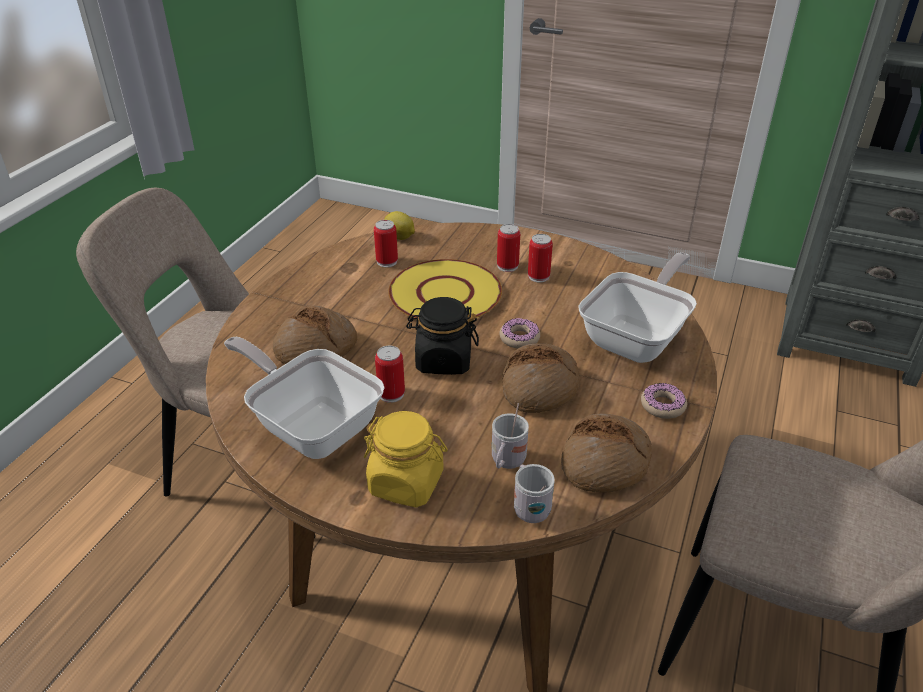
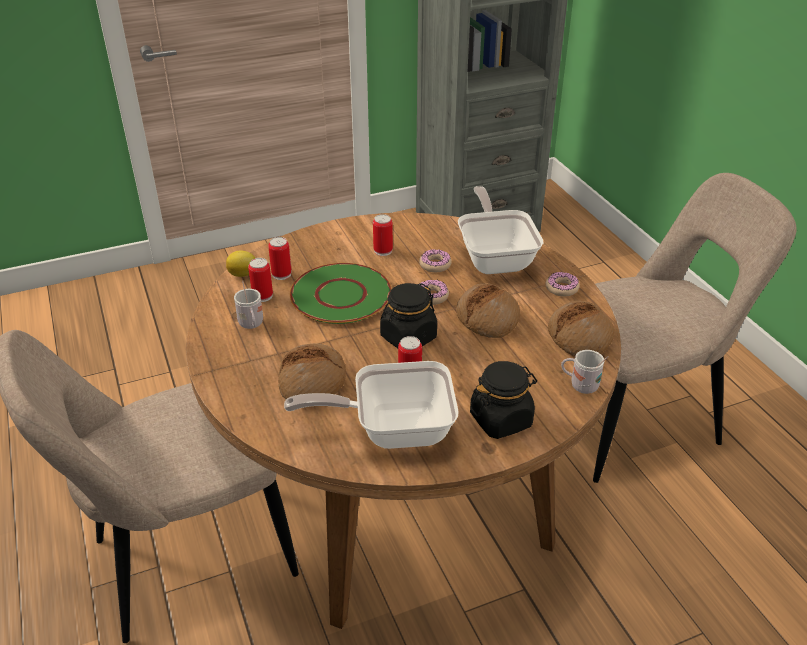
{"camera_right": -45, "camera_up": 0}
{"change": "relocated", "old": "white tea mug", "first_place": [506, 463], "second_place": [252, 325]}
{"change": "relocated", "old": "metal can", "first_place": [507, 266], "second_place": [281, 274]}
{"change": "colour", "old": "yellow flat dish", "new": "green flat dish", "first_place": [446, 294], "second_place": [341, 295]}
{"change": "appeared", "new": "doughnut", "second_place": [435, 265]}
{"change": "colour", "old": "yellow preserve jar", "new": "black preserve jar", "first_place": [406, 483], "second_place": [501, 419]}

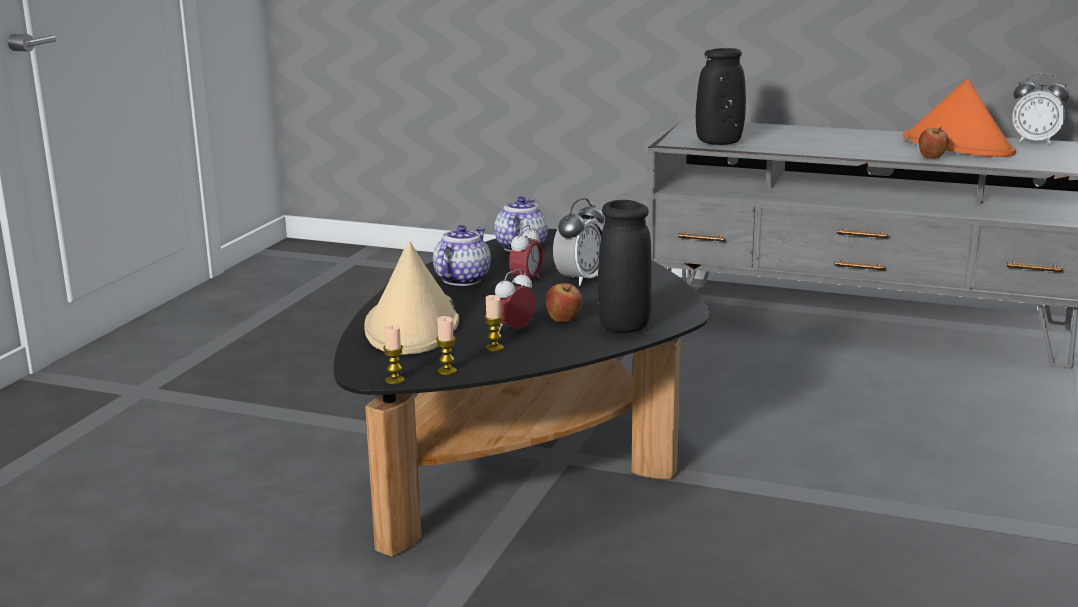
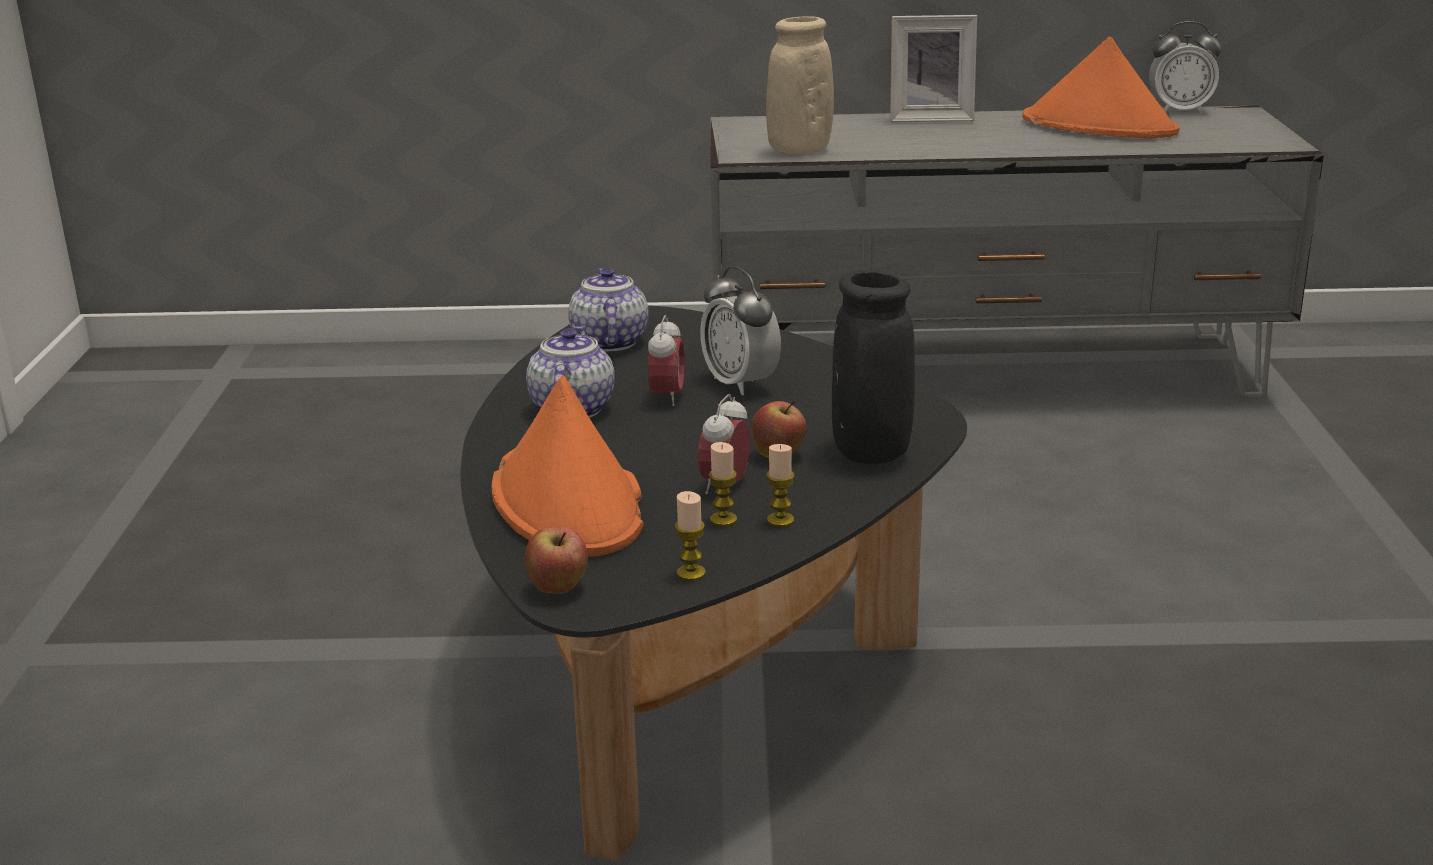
{"camera_right": -20, "camera_up": 5}
{"change": "colour", "old": "beige wearable hat", "new": "orange-coloured wearable hat", "first_place": [412, 326], "second_place": [568, 501]}
{"change": "relocated", "old": "apple", "first_place": [932, 157], "second_place": [558, 588]}
{"change": "spun", "old": "bedside clock", "first_place": [580, 279], "second_place": [740, 384], "degrees": 135}
{"change": "colour", "old": "black flower vase", "new": "beige flower vase", "first_place": [719, 142], "second_place": [799, 150]}
{"change": "relocated", "old": "wax light", "first_place": [394, 380], "second_place": [780, 520]}
{"change": "appeared", "new": "photo frame", "second_place": [930, 118]}

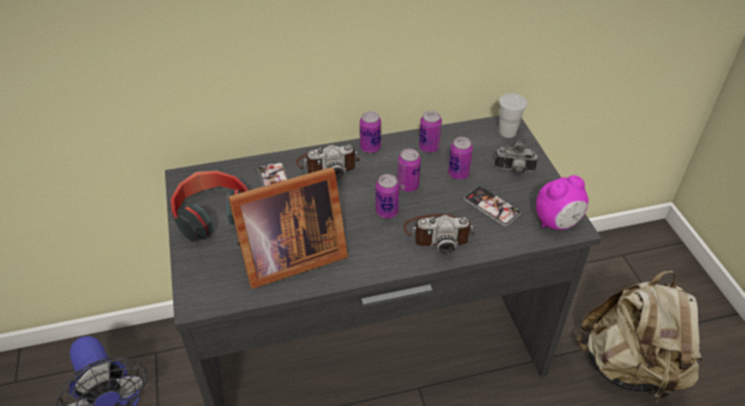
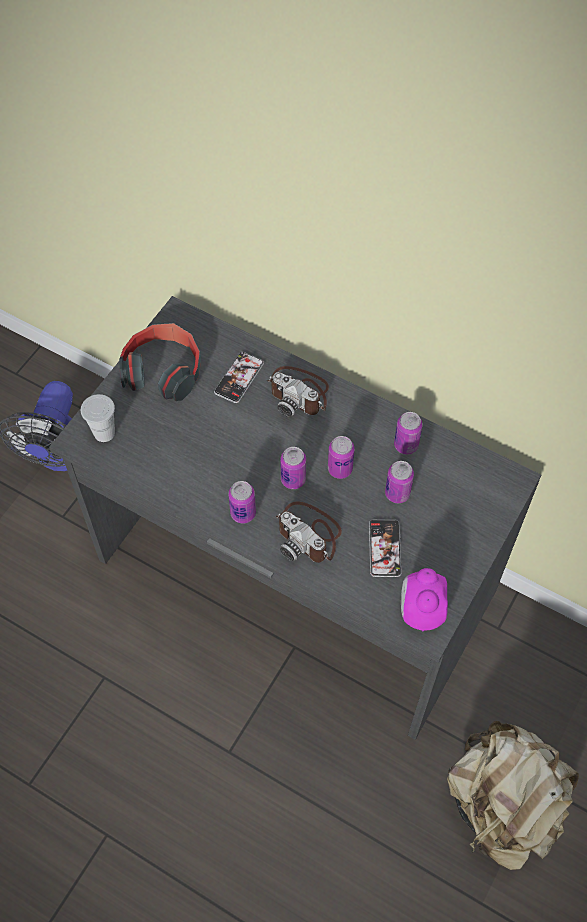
{"camera_right": 45, "camera_up": 15}
{"change": "relocated", "old": "white drinking cup", "first_place": [507, 132], "second_place": [104, 433]}
{"change": "relocated", "old": "metal can", "first_place": [370, 148], "second_place": [243, 513]}
{"change": "spun", "old": "bedside clock", "first_place": [557, 222], "second_place": [420, 611], "degrees": 75}
{"change": "missing", "old": "photo frame", "first_place": [288, 257]}
{"change": "missing", "old": "photo camera", "first_place": [514, 170]}

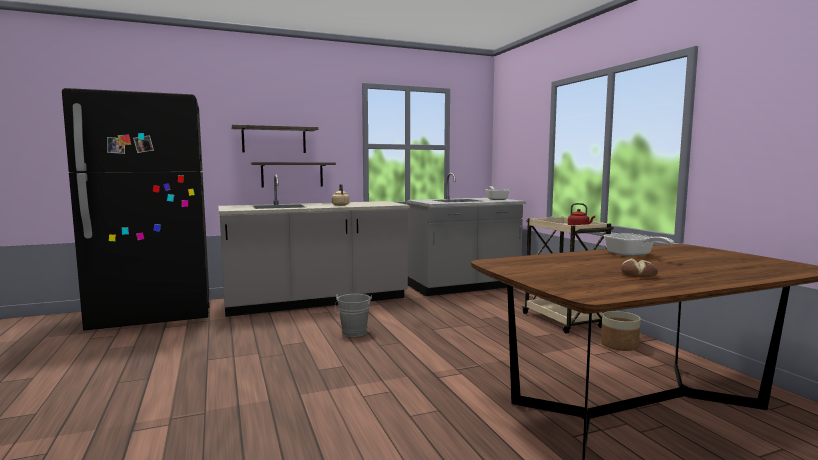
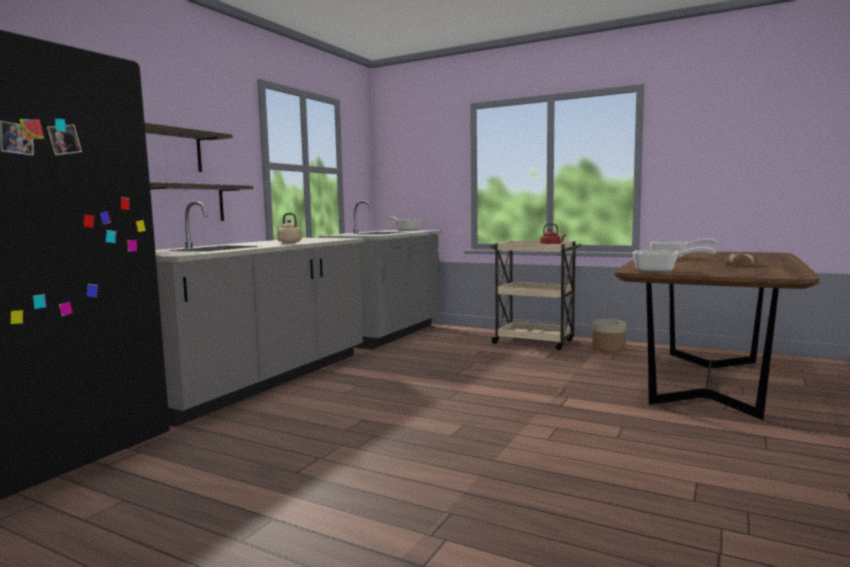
{"camera_right": -40, "camera_up": 0}
{"change": "appeared", "new": "skillet", "second_place": [661, 271]}
{"change": "missing", "old": "greyish water bucket", "first_place": [353, 333]}

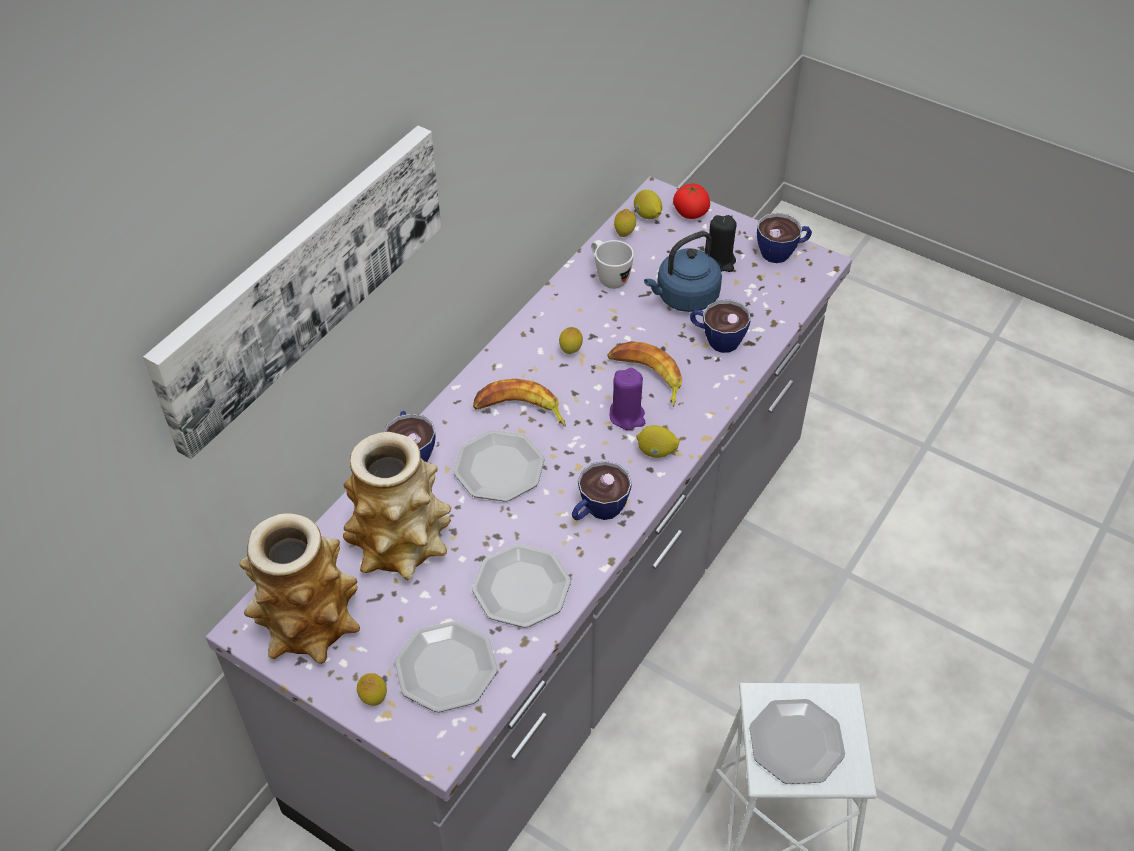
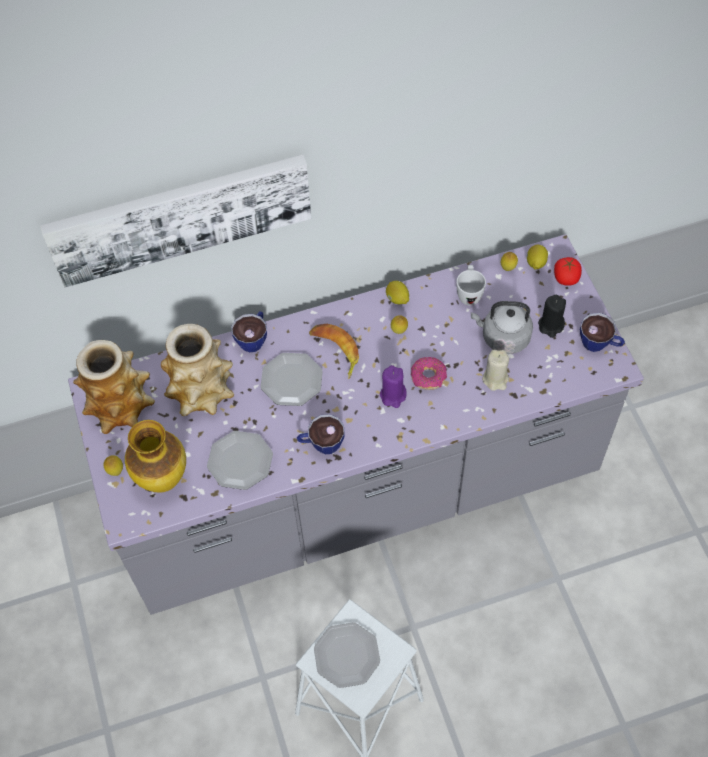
{"camera_right": 40, "camera_up": 10}
{"change": "exchanged", "old": "flat dish", "new": "flower vase", "first_place": [446, 667], "second_place": [164, 479]}
{"change": "relocated", "old": "whole lemon", "first_place": [656, 452], "second_place": [397, 299]}
{"change": "exchanged", "old": "whole banana", "new": "doughnut", "first_place": [646, 377], "second_place": [428, 377]}
{"change": "colour", "old": "blue water kettle", "new": "greyish water kettle", "first_place": [684, 298], "second_place": [503, 337]}
{"change": "exchanged", "old": "drinking cup", "new": "beige wax light", "first_place": [716, 339], "second_place": [495, 379]}

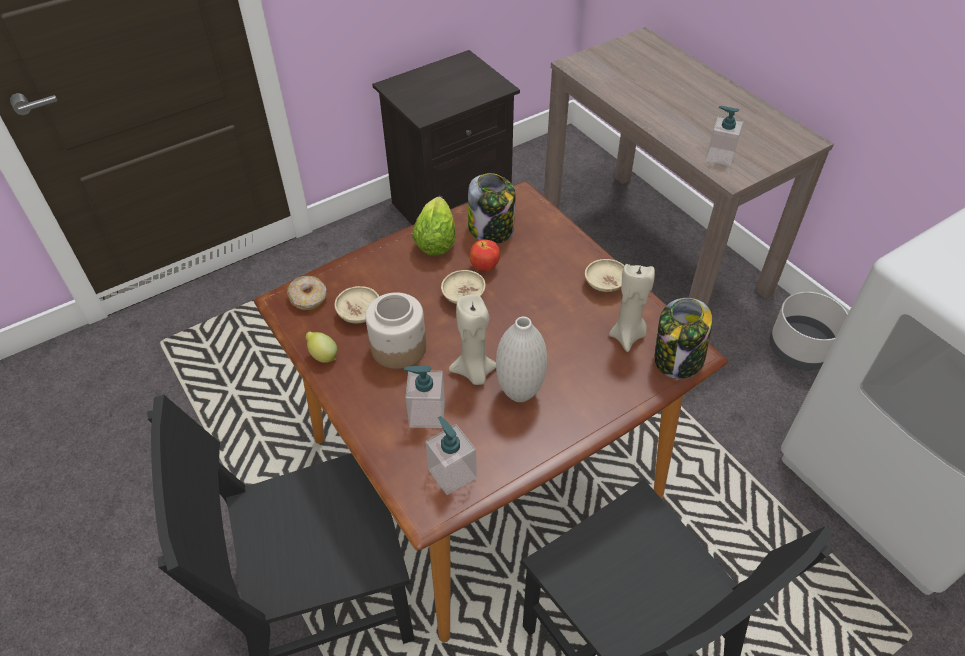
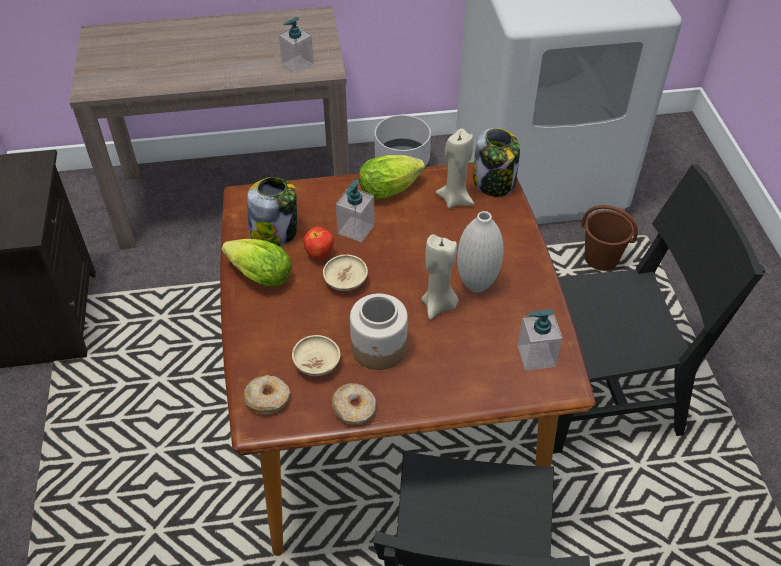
{"camera_right": -65, "camera_up": 0}
{"change": "exchanged", "old": "whole lemon", "new": "doughnut", "first_place": [323, 356], "second_place": [354, 409]}
{"change": "relocated", "old": "soap bottle", "first_place": [426, 414], "second_place": [356, 229]}
{"change": "exchanged", "old": "beige serving bowl", "new": "head of lettuce", "first_place": [605, 284], "second_place": [392, 189]}
{"change": "appeared", "new": "brown-coloured water bucket", "second_place": [601, 259]}

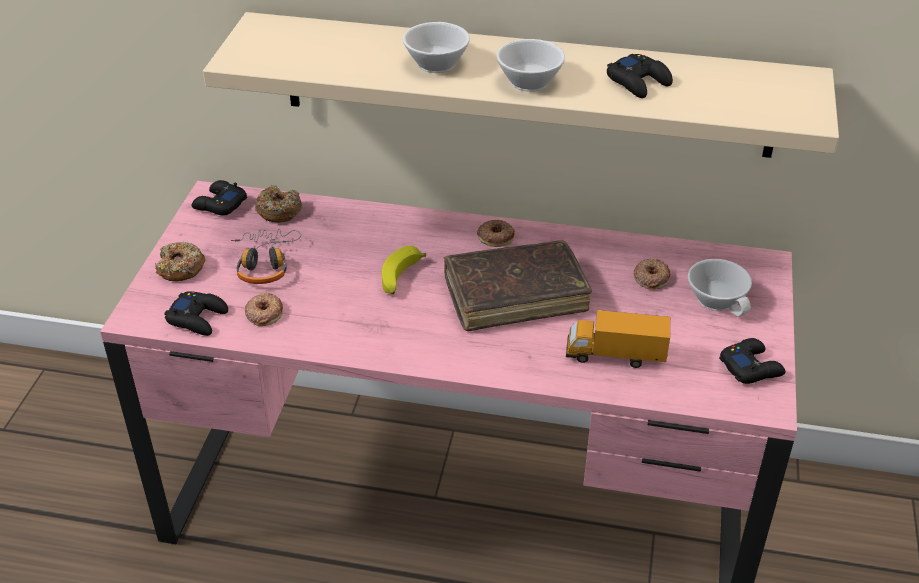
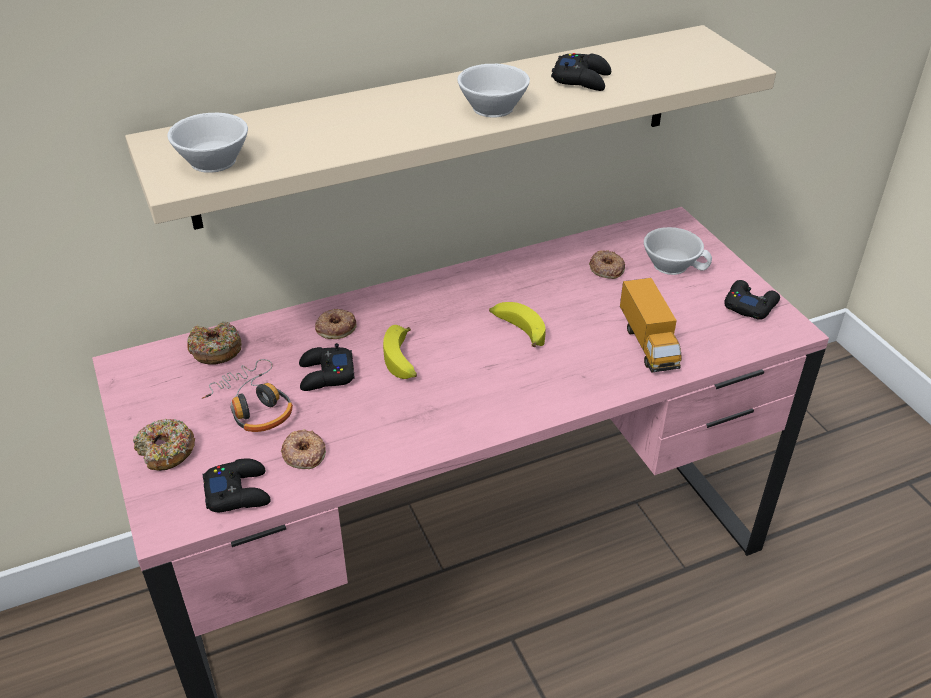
{"camera_right": -35, "camera_up": 0}
{"change": "relocated", "old": "white drinking cup", "first_place": [434, 62], "second_place": [209, 160]}
{"change": "relocated", "old": "black gamepad", "first_place": [219, 204], "second_place": [326, 375]}
{"change": "relocated", "old": "doughnut", "first_place": [495, 236], "second_place": [335, 327]}
{"change": "exchanged", "old": "brown-coloured volume", "new": "whole banana", "first_place": [515, 295], "second_place": [517, 330]}
{"change": "spun", "old": "toy truck", "first_place": [615, 356], "second_place": [648, 343], "degrees": -75}

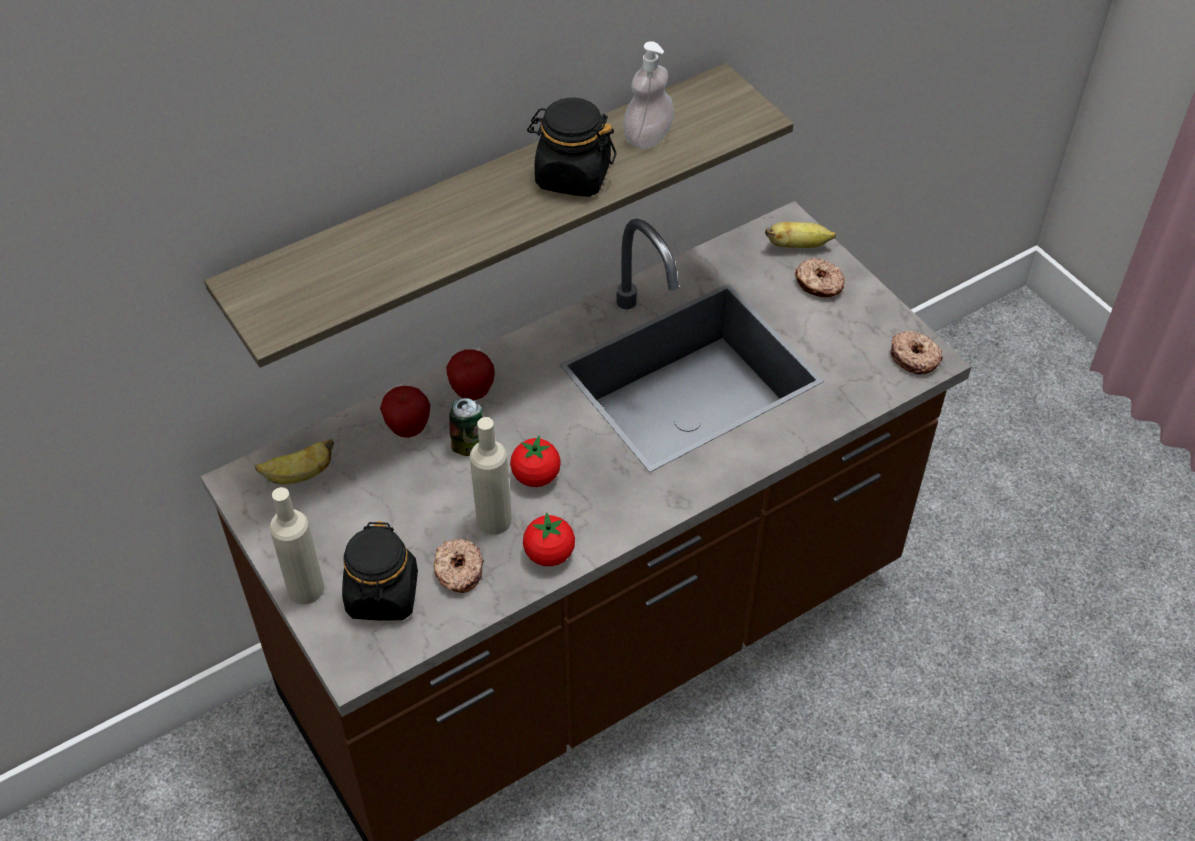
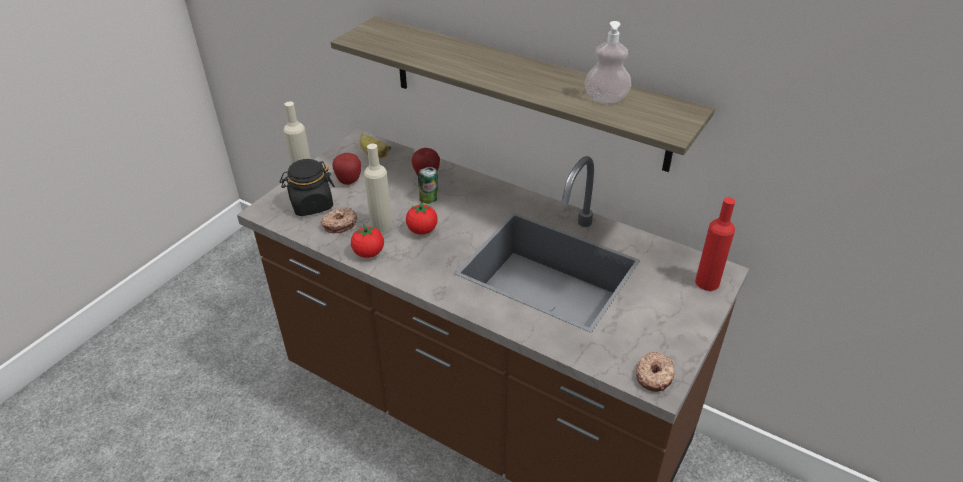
{"camera_right": 65, "camera_up": -10}
{"change": "relocated", "old": "apple", "first_place": [472, 392], "second_place": [349, 181]}
{"change": "exchanged", "old": "whole banana", "new": "reddish bottle", "first_place": [798, 246], "second_place": [707, 282]}
{"change": "missing", "old": "black preserve jar", "first_place": [572, 176]}
{"change": "missing", "old": "doughnut", "first_place": [818, 284]}

